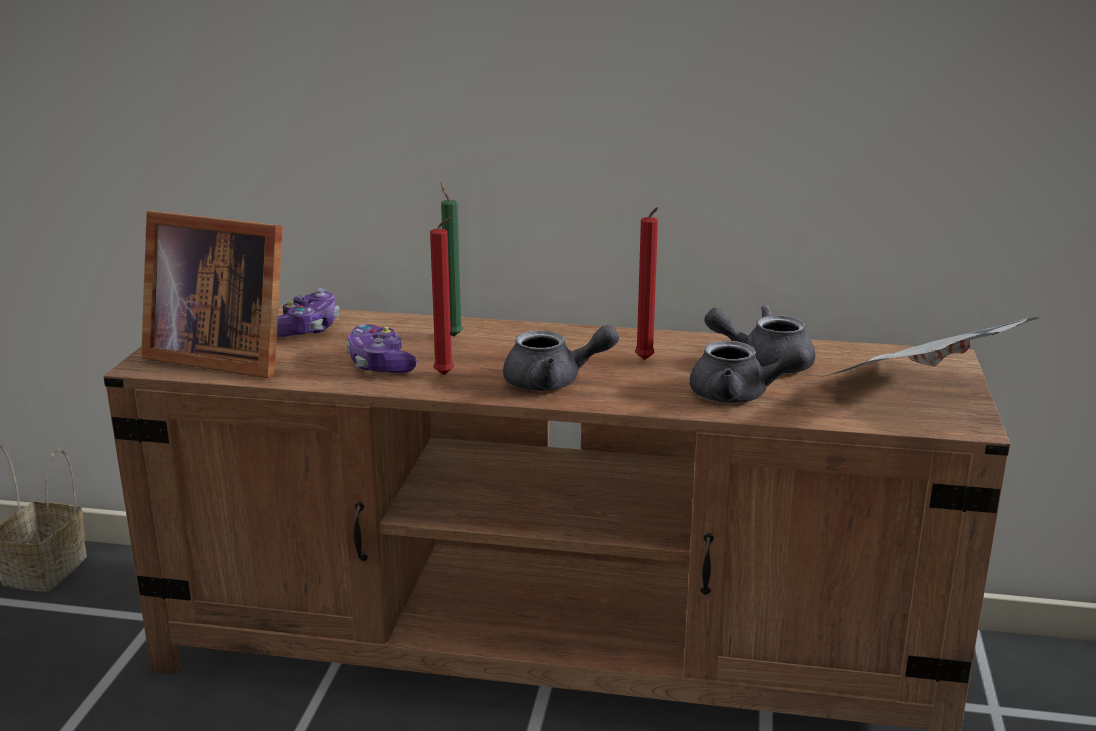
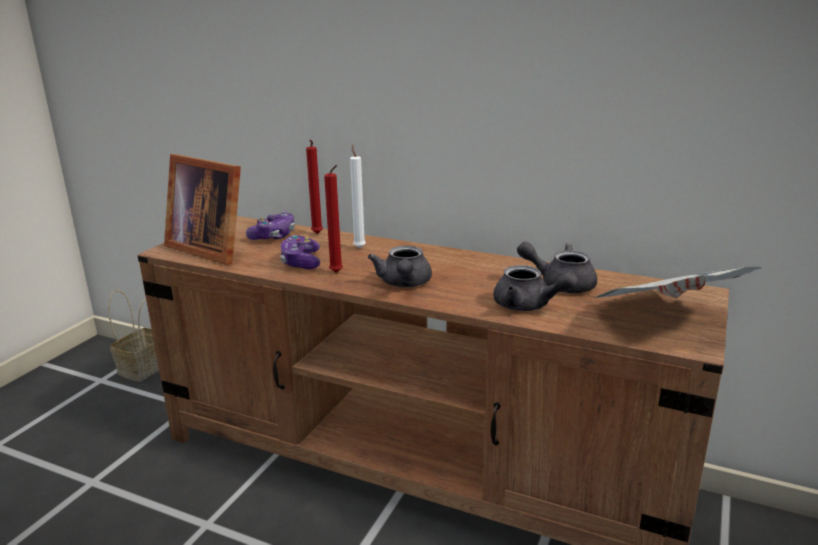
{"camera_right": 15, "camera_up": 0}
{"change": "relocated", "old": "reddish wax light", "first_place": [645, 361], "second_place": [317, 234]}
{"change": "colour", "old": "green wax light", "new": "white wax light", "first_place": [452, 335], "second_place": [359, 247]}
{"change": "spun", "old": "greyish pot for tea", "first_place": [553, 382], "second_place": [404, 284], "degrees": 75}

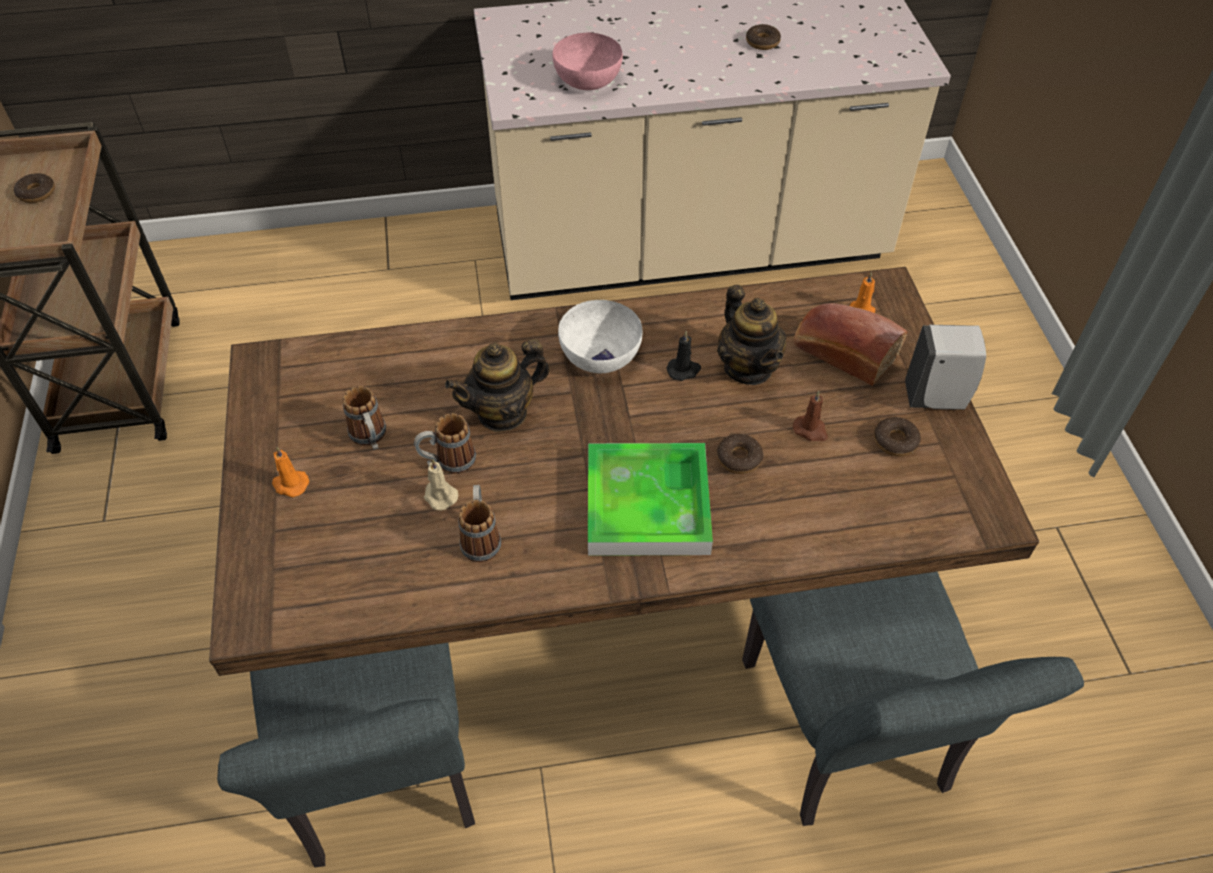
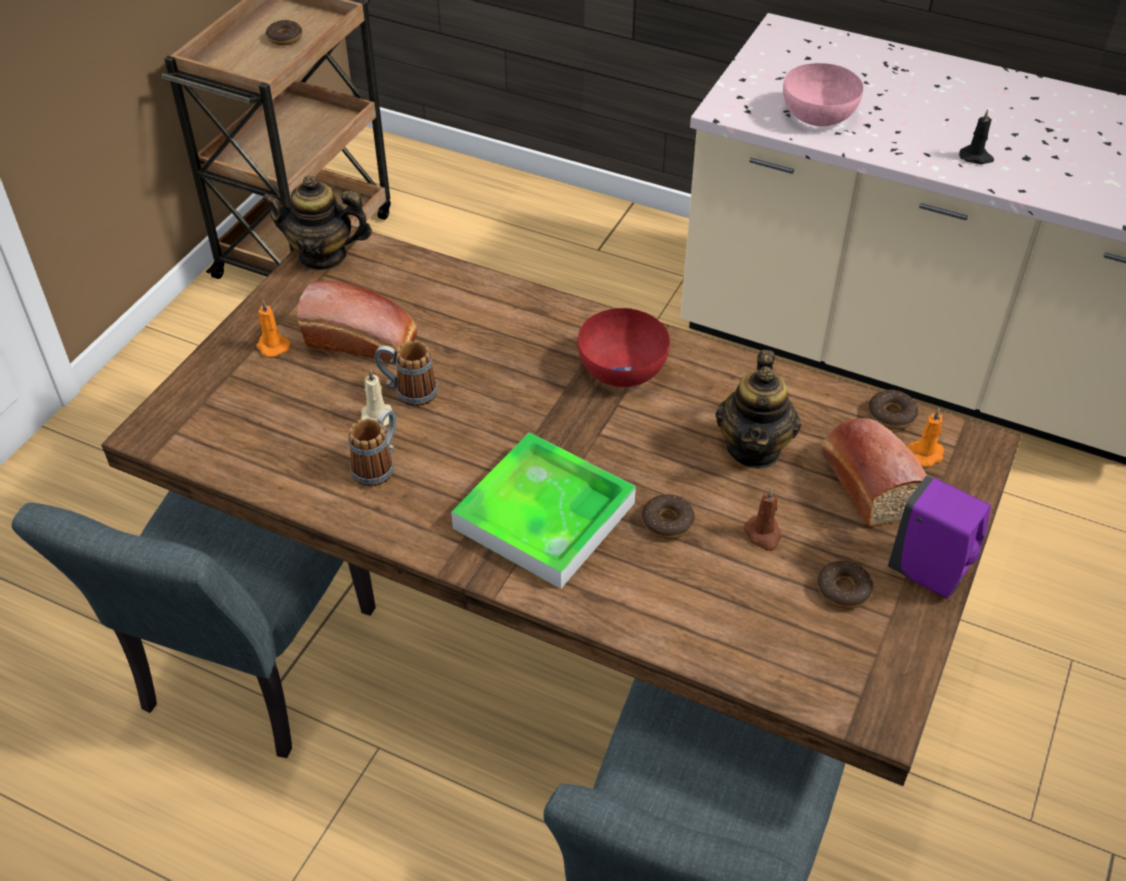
{"camera_right": 35, "camera_up": -5}
{"change": "relocated", "old": "pot for tea", "first_place": [502, 412], "second_place": [323, 256]}
{"change": "exchanged", "old": "tea mug", "new": "baked bread", "first_place": [370, 438], "second_place": [364, 341]}
{"change": "colour", "old": "white serving bowl", "new": "reddish serving bowl", "first_place": [601, 354], "second_place": [623, 368]}
{"change": "relocated", "old": "doughnut", "first_place": [762, 42], "second_place": [891, 415]}
{"change": "colour", "old": "white soap bottle", "new": "purple soap bottle", "first_place": [937, 398], "second_place": [930, 574]}
{"change": "relocated", "old": "black wax light", "first_place": [684, 370], "second_place": [976, 157]}

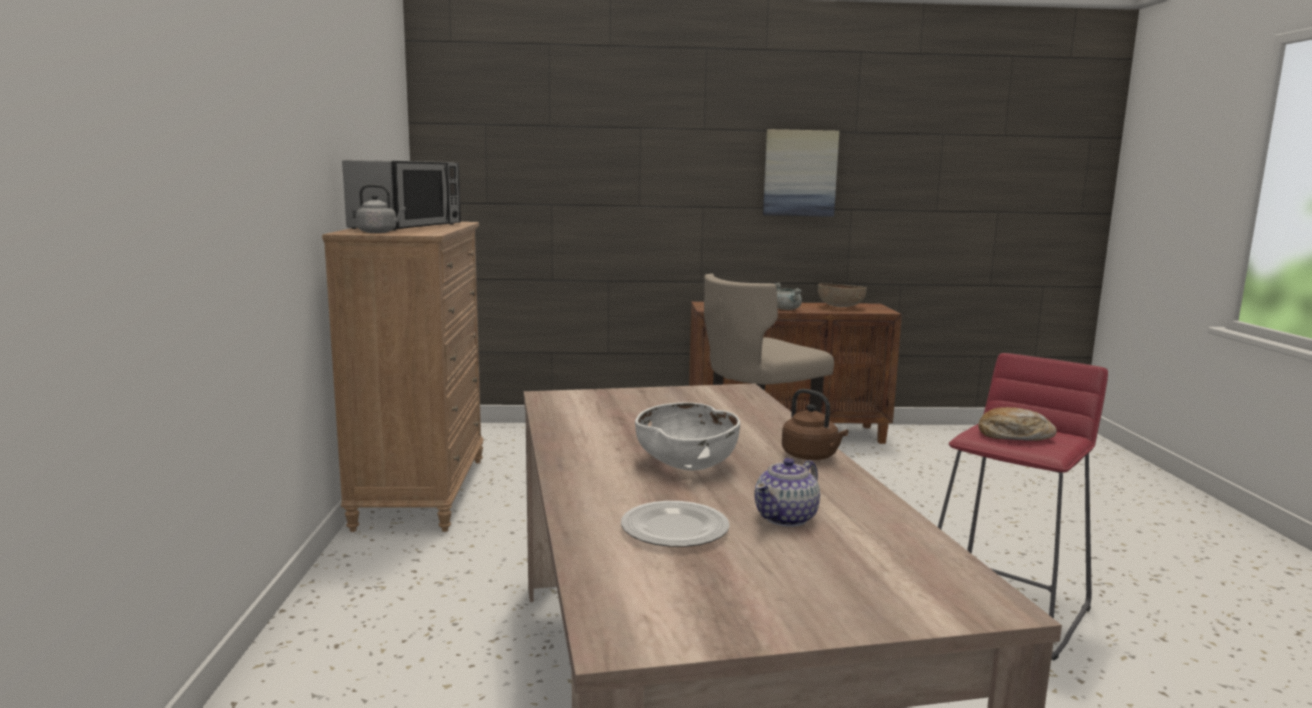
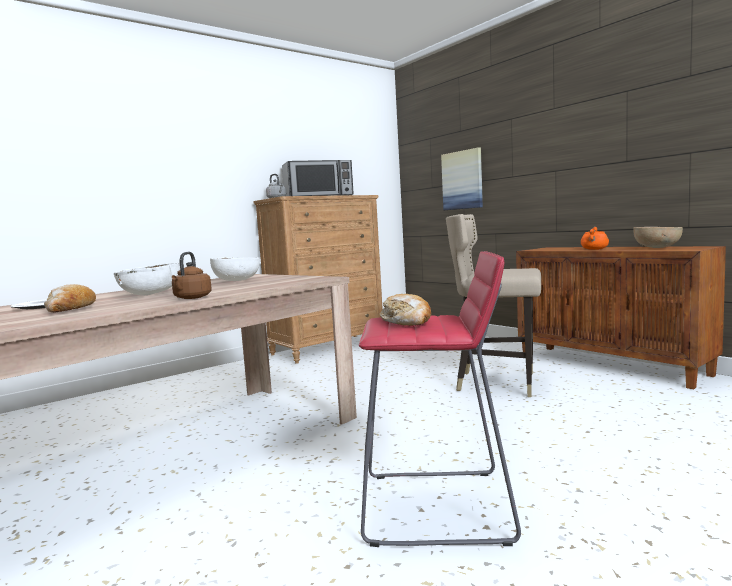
{"camera_right": 55, "camera_up": -5}
{"change": "exchanged", "old": "pot for tea", "new": "baked bread", "first_place": [787, 518], "second_place": [70, 309]}
{"change": "appeared", "new": "white serving bowl", "second_place": [236, 281]}
{"change": "relocated", "old": "picture", "first_place": [800, 173], "second_place": [462, 180]}
{"change": "colour", "old": "greyish saucepot", "new": "orange-coloured saucepot", "first_place": [787, 309], "second_place": [594, 249]}

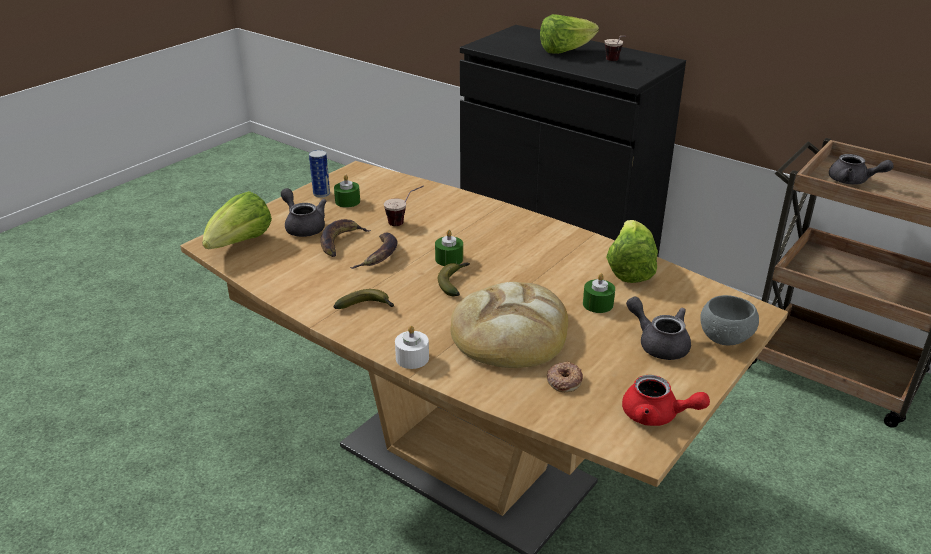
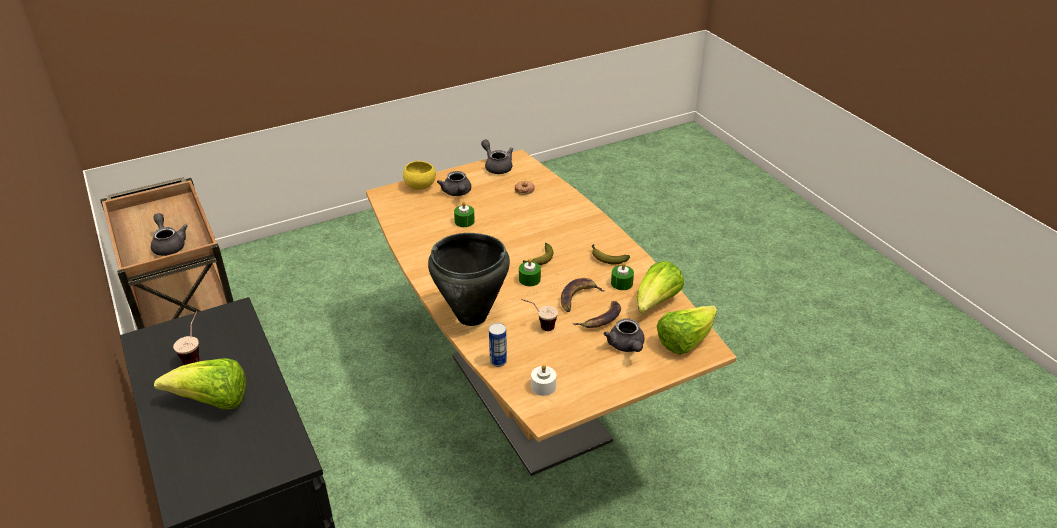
{"camera_right": -155, "camera_up": 5}
{"change": "colour", "old": "greyish serving bowl", "new": "yellow serving bowl", "first_place": [725, 338], "second_place": [420, 186]}
{"change": "appeared", "new": "black saucepot", "second_place": [472, 316]}
{"change": "colour", "old": "reddish pot for tea", "new": "greyish pot for tea", "first_place": [657, 416], "second_place": [497, 166]}
{"change": "relocated", "old": "metal can", "first_place": [321, 194], "second_place": [498, 361]}
{"change": "relocated", "old": "white wax light", "first_place": [412, 358], "second_place": [543, 386]}
{"change": "relocated", "old": "green wax light", "first_place": [347, 201], "second_place": [621, 283]}
{"change": "relocated", "old": "head of lettuce", "first_place": [629, 269], "second_place": [656, 303]}
{"change": "missing", "old": "baked bread", "first_place": [510, 332]}

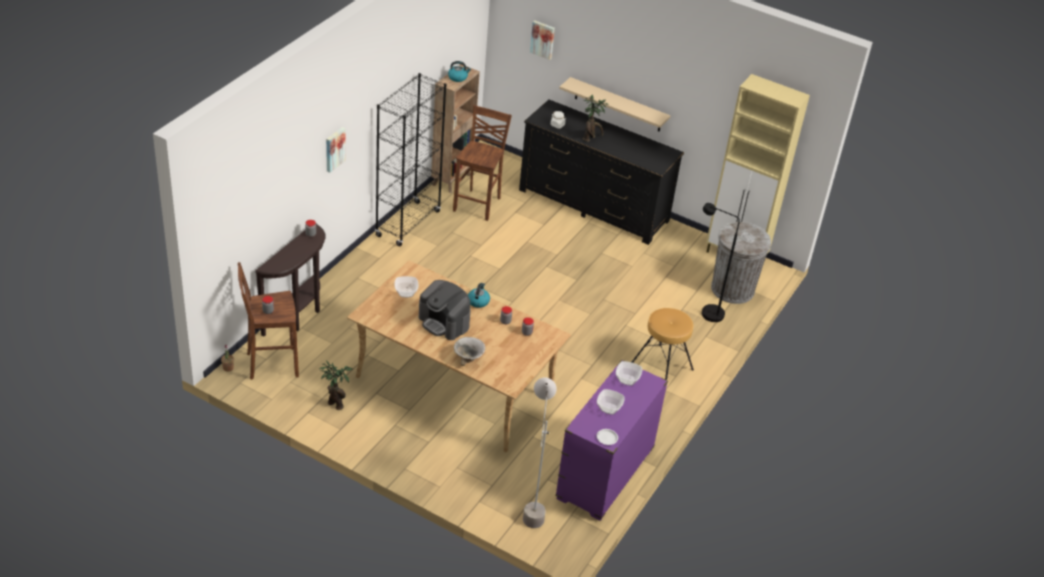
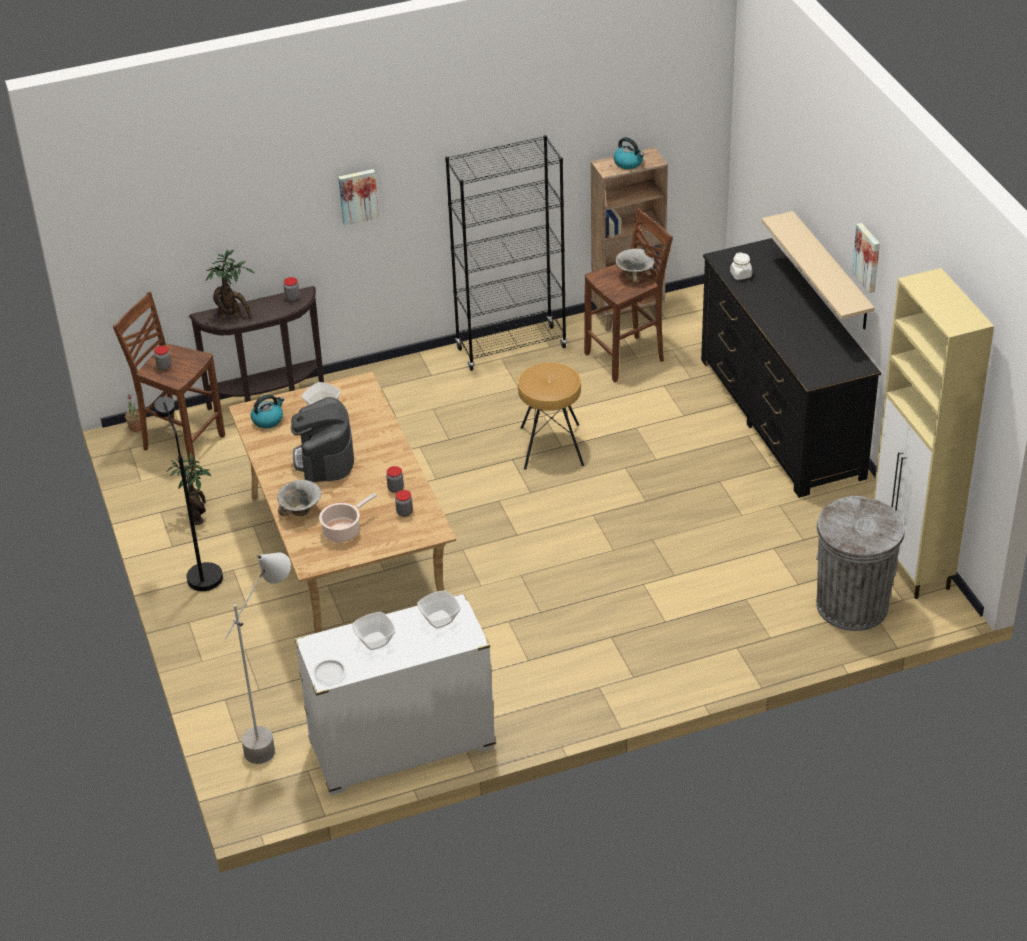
{"camera_right": 45, "camera_up": 0}
{"change": "relocated", "old": "black standard lamp", "first_place": [706, 312], "second_place": [201, 572]}
{"change": "relocated", "old": "plant in a pot", "first_place": [591, 138], "second_place": [232, 315]}
{"change": "relocated", "old": "water kettle", "first_place": [478, 301], "second_place": [268, 420]}
{"change": "colour", "old": "purple dresser", "new": "white dresser", "first_place": [605, 474], "second_place": [401, 746]}
{"change": "appeared", "new": "saucepot", "second_place": [343, 530]}
{"change": "relocated", "old": "brown-coloured stool", "first_place": [662, 366], "second_place": [551, 446]}
{"change": "appeared", "new": "serving bowl", "second_place": [635, 276]}
{"change": "relocated", "old": "picture", "first_place": [543, 39], "second_place": [868, 257]}

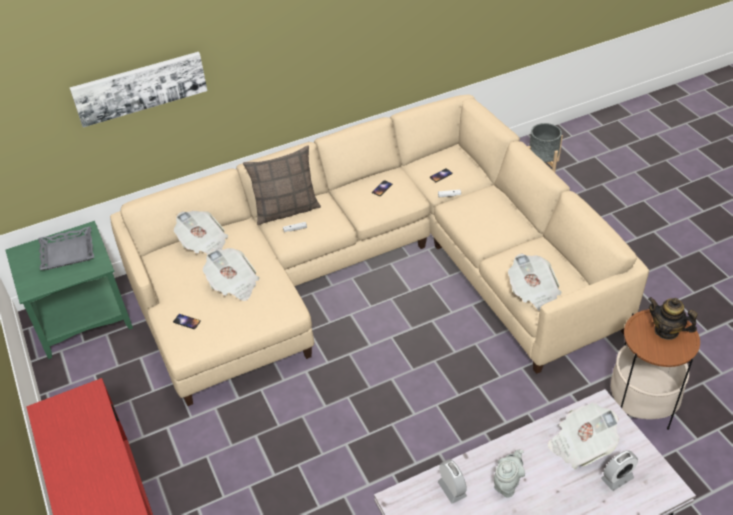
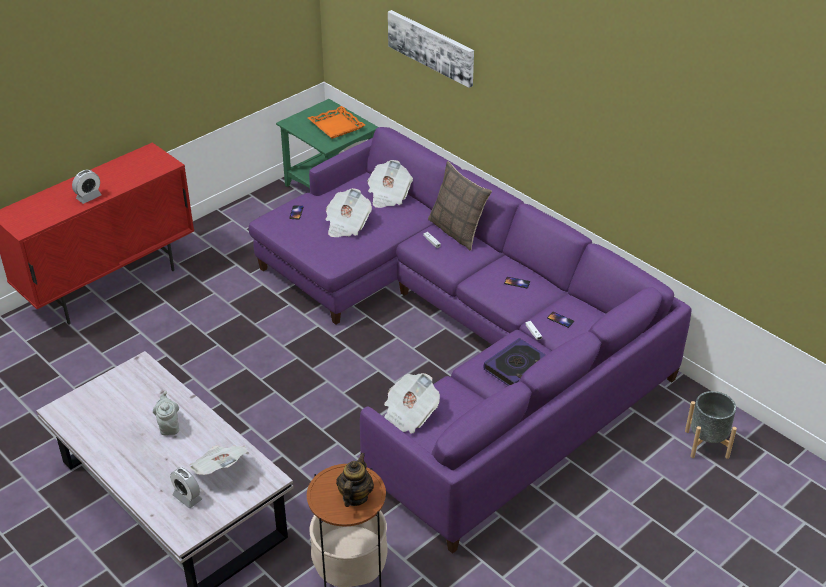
{"camera_right": 70, "camera_up": -5}
{"change": "relocated", "old": "bedside clock", "first_place": [452, 489], "second_place": [89, 197]}
{"change": "spun", "old": "greyish pot for tea", "first_place": [507, 483], "second_place": [169, 426], "degrees": -120}
{"change": "colour", "old": "beige sofa", "new": "purple sofa", "first_place": [371, 272], "second_place": [459, 339]}
{"change": "colour", "old": "greyish carrying tray", "new": "orange-coloured carrying tray", "first_place": [67, 253], "second_place": [336, 126]}
{"change": "appeared", "new": "volume", "second_place": [516, 367]}

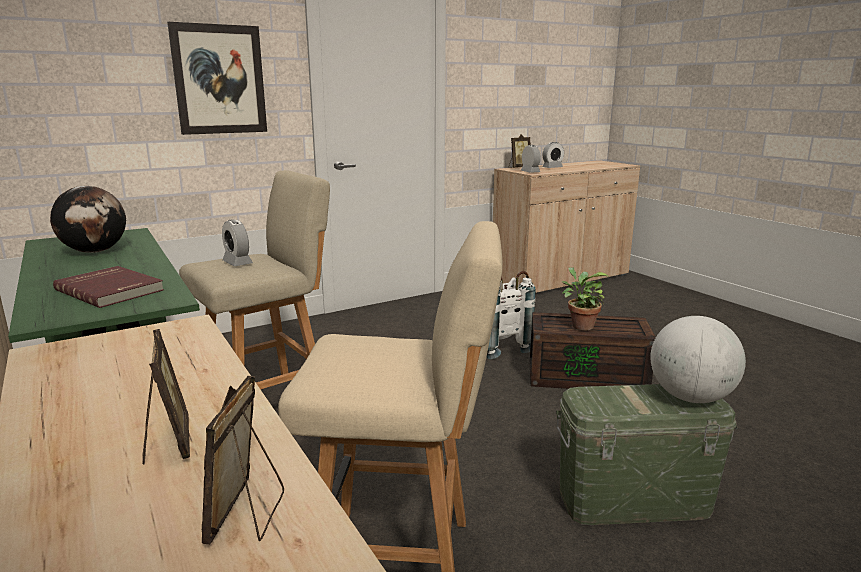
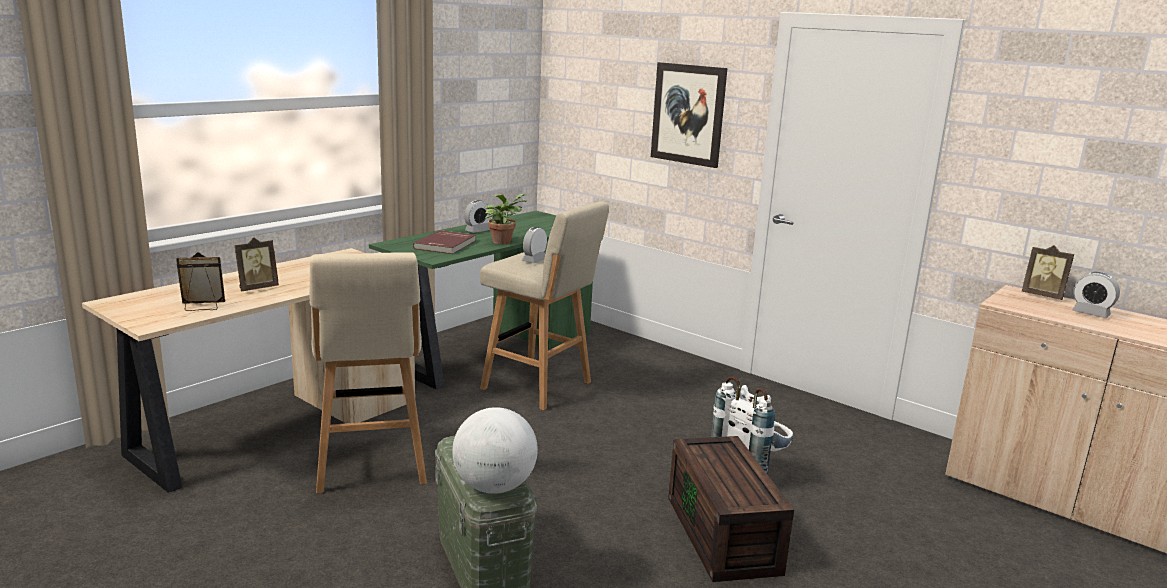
{"camera_right": 70, "camera_up": 0}
{"change": "relocated", "old": "bedside clock", "first_place": [530, 172], "second_place": [477, 231]}
{"change": "relocated", "old": "plant in a pot", "first_place": [580, 325], "second_place": [503, 241]}
{"change": "missing", "old": "desk globe", "first_place": [95, 251]}

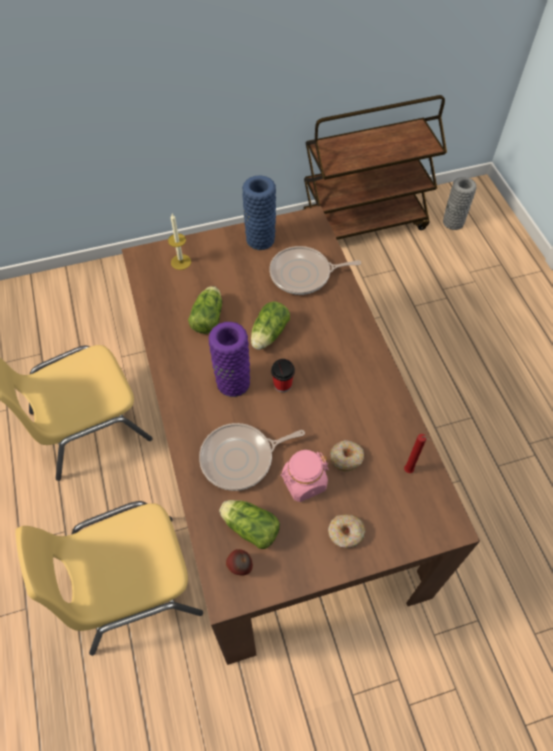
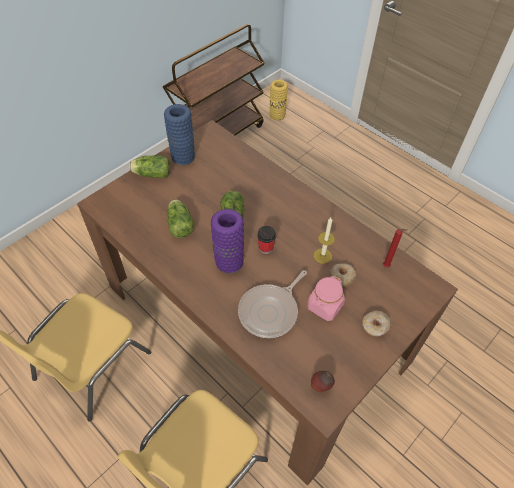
{"camera_right": -30, "camera_up": -5}
{"change": "relocated", "old": "head of lettuce", "first_place": [249, 526], "second_place": [151, 174]}
{"change": "colour", "old": "greyish flower vase", "new": "yellow flower vase", "first_place": [453, 222], "second_place": [277, 115]}
{"change": "relocated", "old": "wax light", "first_place": [181, 262], "second_place": [322, 256]}
{"change": "missing", "old": "skillet", "first_place": [303, 274]}

